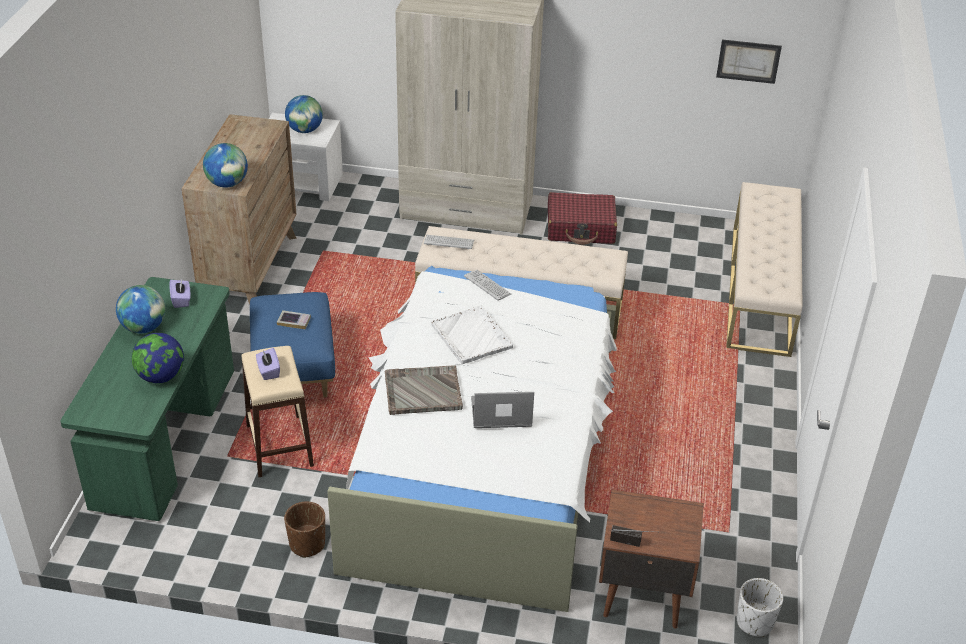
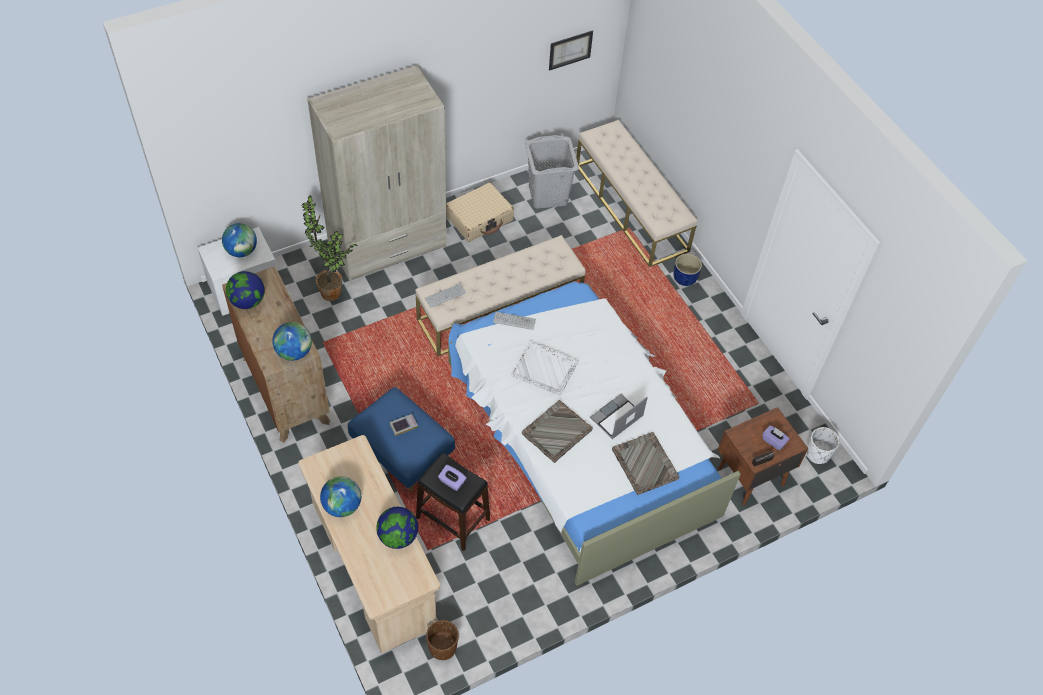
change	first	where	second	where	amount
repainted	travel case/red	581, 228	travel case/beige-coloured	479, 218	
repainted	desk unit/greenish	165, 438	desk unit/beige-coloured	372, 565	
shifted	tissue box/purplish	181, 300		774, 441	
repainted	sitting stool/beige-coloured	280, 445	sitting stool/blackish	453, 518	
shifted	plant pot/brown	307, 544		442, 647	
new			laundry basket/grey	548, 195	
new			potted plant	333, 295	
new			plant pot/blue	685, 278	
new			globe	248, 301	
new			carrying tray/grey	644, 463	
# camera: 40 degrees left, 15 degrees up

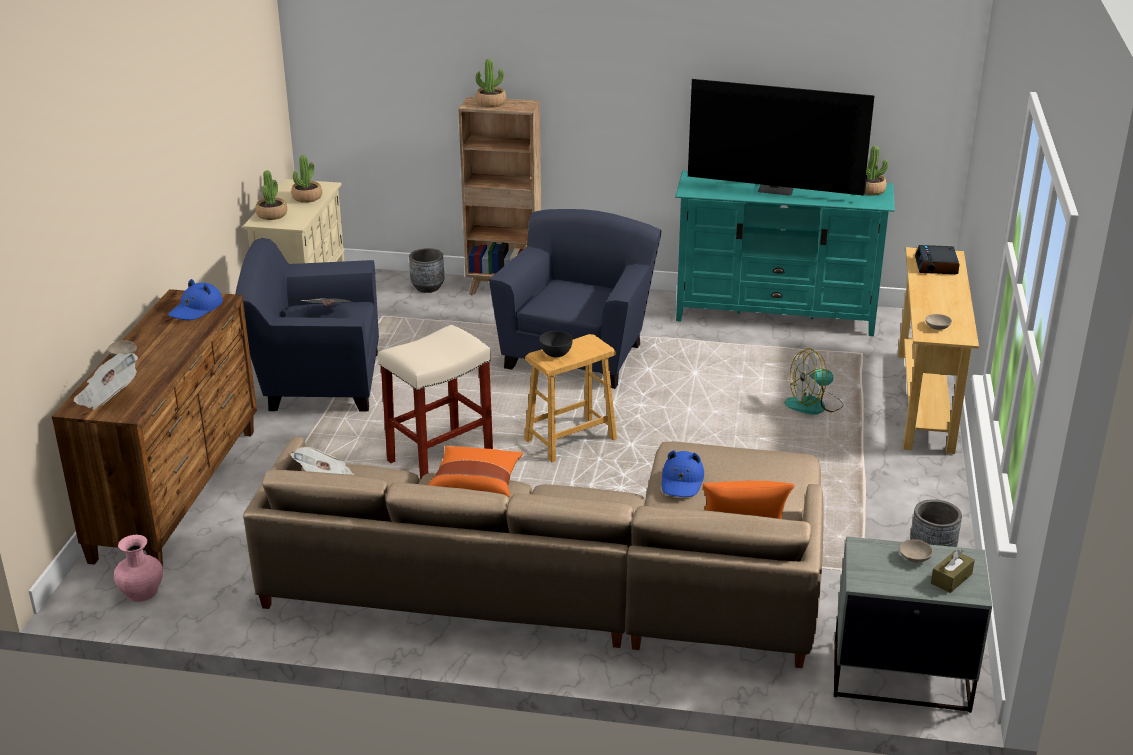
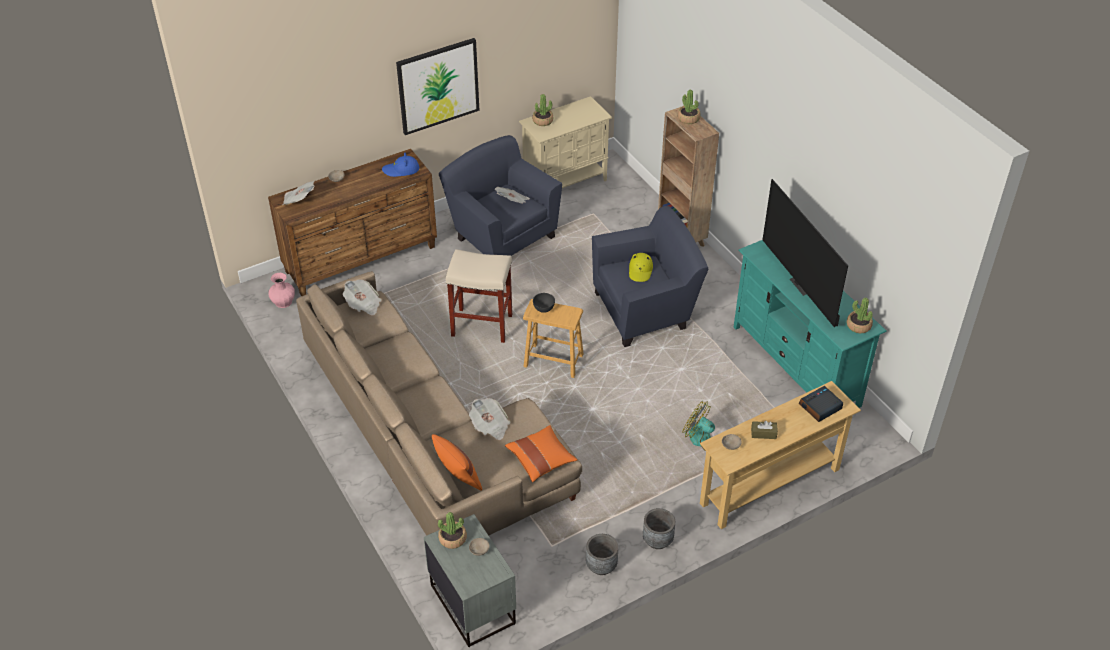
change	first	where	second	where	amount
shifted	potted plant	307, 197		452, 538	
shifted	plant pot/grey	428, 287		658, 540	
shifted	cushion/orangey	476, 485		541, 460	
swapped	hat/blue	682, 481	daily paper	490, 426	
shifted	tissue box/brown	951, 579		763, 433	
new			wall art	438, 86	
new			hat/yellow	640, 270	
# camera: 50 degrees right, 15 degrees up

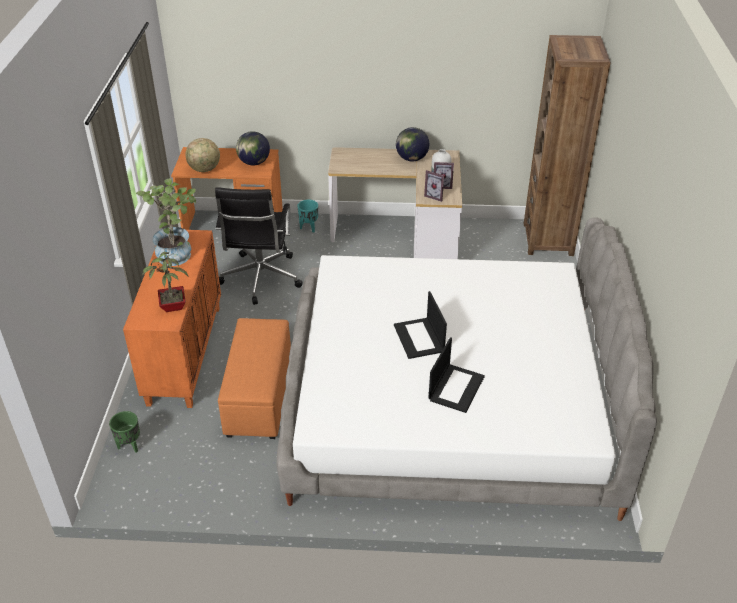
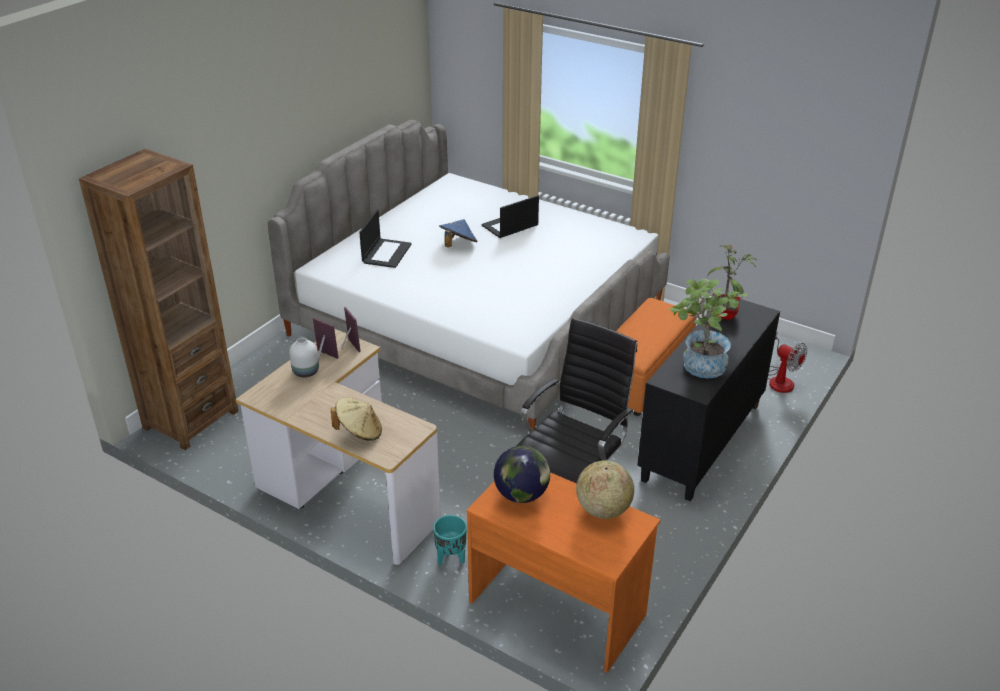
change	first	where	second	where	amount
gone	globe	411, 159			
repainted	cupboard/orangey	184, 353	cupboard/blackish	702, 443	
shifted	portable computer	419, 338		386, 253	
swapped	plant pot/greenish	130, 446	electric fan	780, 379	
new			hat/blue	458, 245	
new			hat/beige-coloured	359, 432	
# camera: 150 degrees left, 5 degrees down

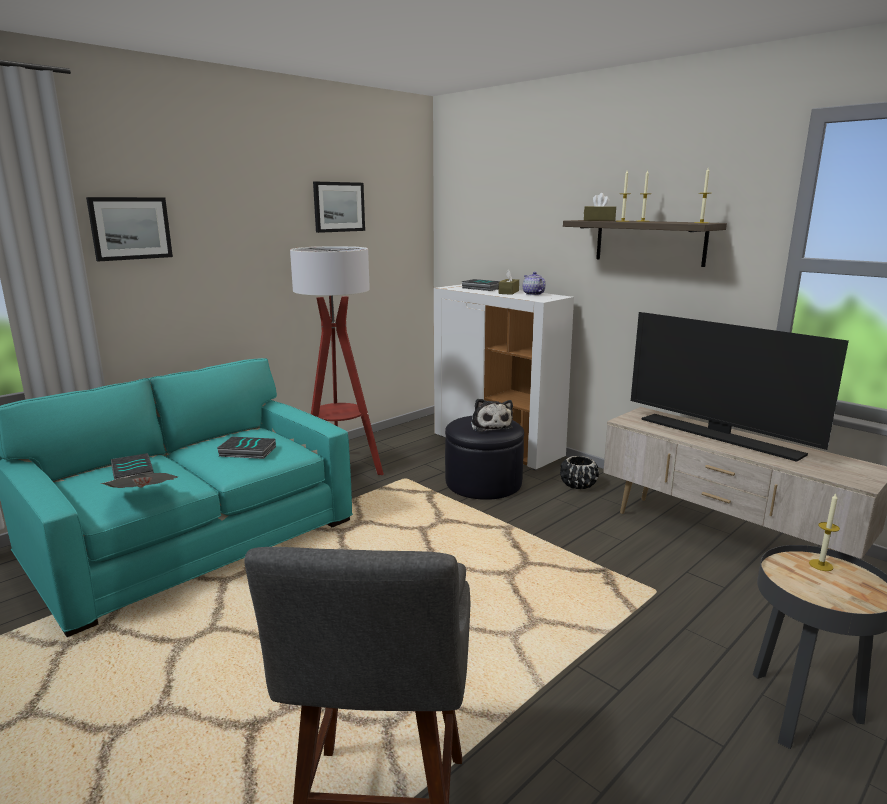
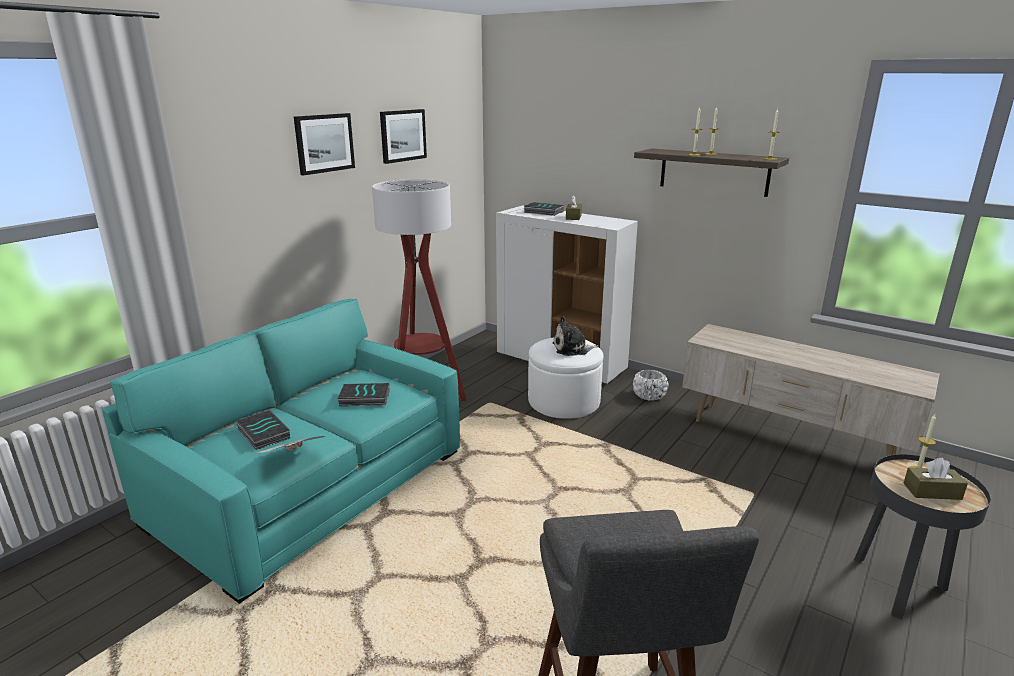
change	first	where	second	where	amount
shifted	tissue box/brown	599, 220		932, 491	
shifted	wall art	130, 228		324, 143	
gone	teapot	533, 294			
gone	TV	719, 436			
rotated	soft toy	490, 425		572, 349	105 degrees clockwise
repainted	pouffe/blackish	483, 483	pouffe/whitish	564, 401	
repainted	plant pot/blackish	578, 485	plant pot/whitish	649, 396	
# camera: 10 degrees left, 5 degrees up

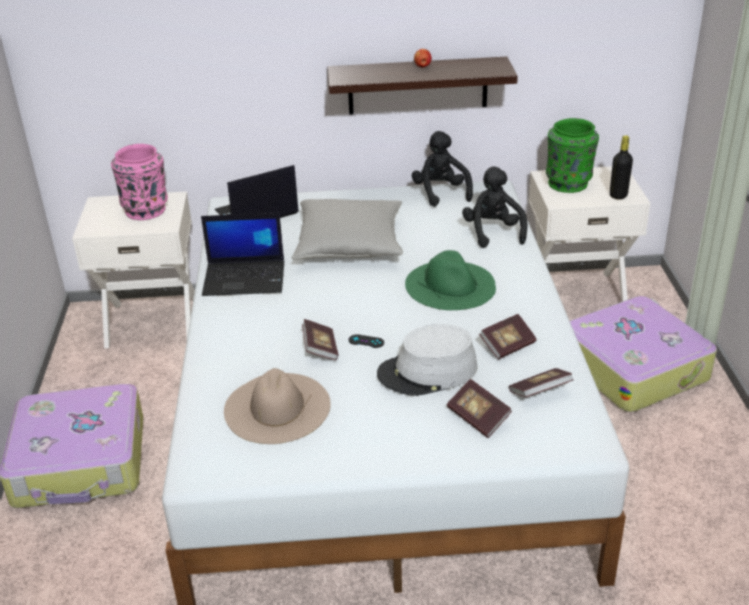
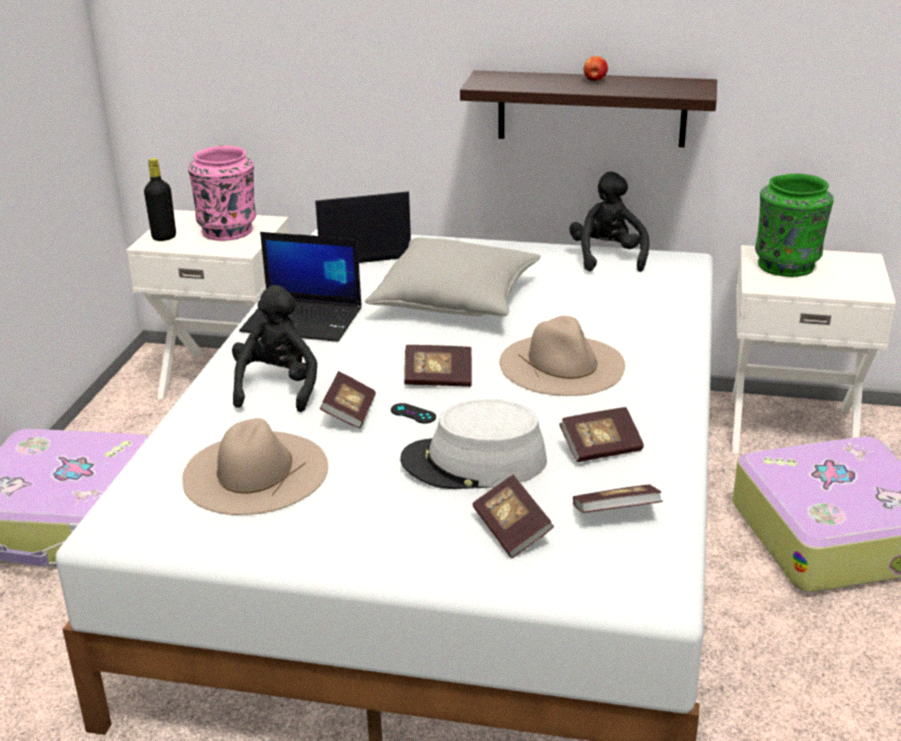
change	first	where	second	where	amount
shifted	drink bottle/blackish	618, 195		164, 237	
shifted	soft toy/blackish	493, 232		277, 388	
repainted	hat/greenish	450, 285	hat/beige-coloured	562, 364	
new			bound book	438, 379	
# camera: 15 degrees right, 5 degrees down

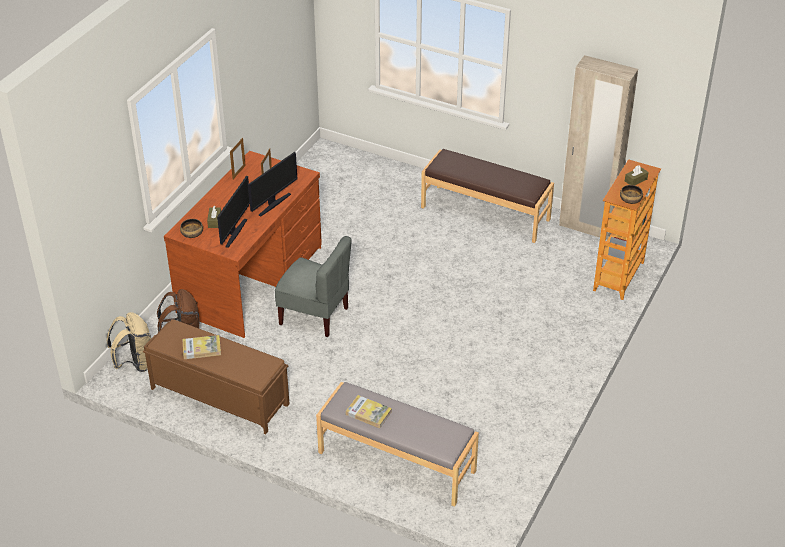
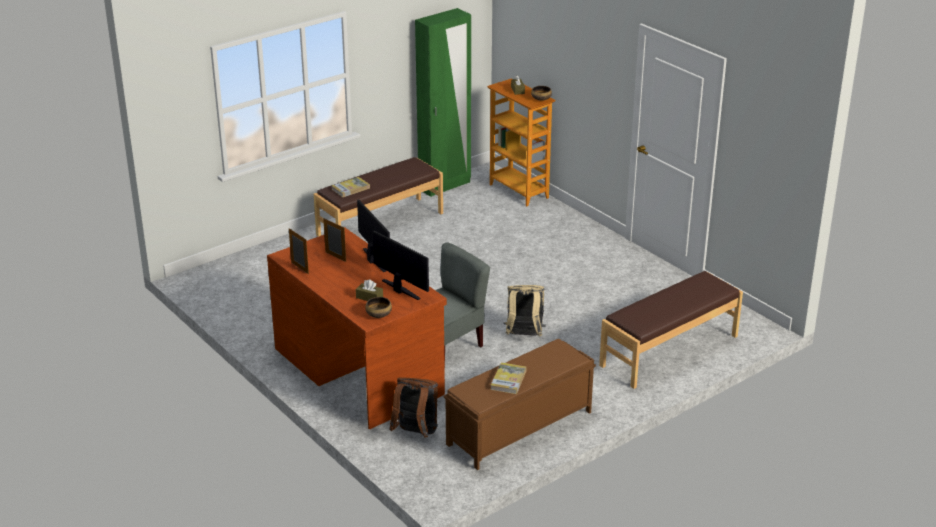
change	first	where	second	where	amount
repainted	armoire/beige-coloured	587, 227	armoire/greenish	445, 186	
shifted	backpack/beige-coloured	135, 363		524, 336	
repainted	indoor bench/grey	396, 462	indoor bench/brown	670, 351	
shifted	bound book	368, 413		350, 188	
# camera: 65 degrees left, 10 degrees down

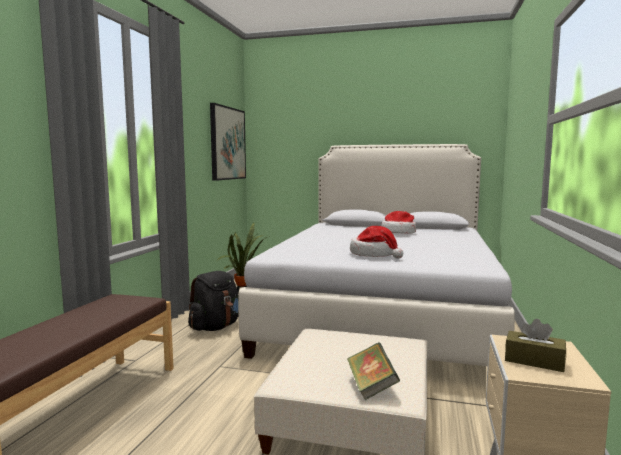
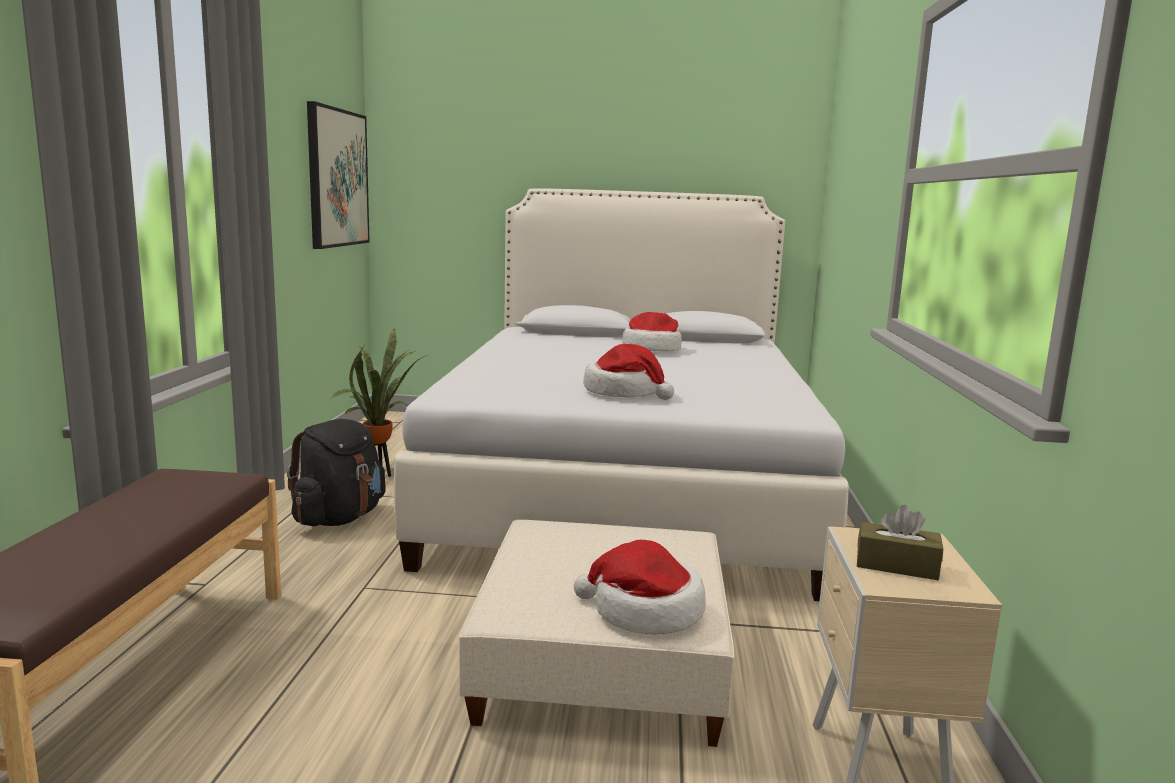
change	first	where	second	where	amount
swapped	bound book	371, 386	hat	644, 611	
# camera: 10 degrees left, 5 degrees up

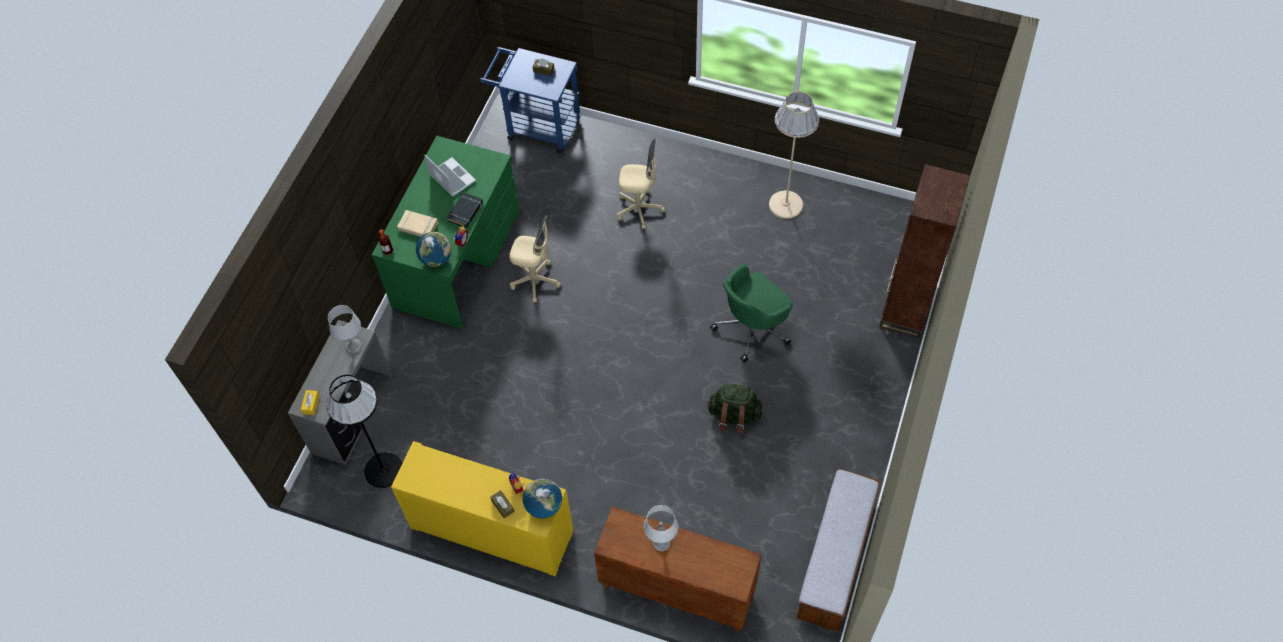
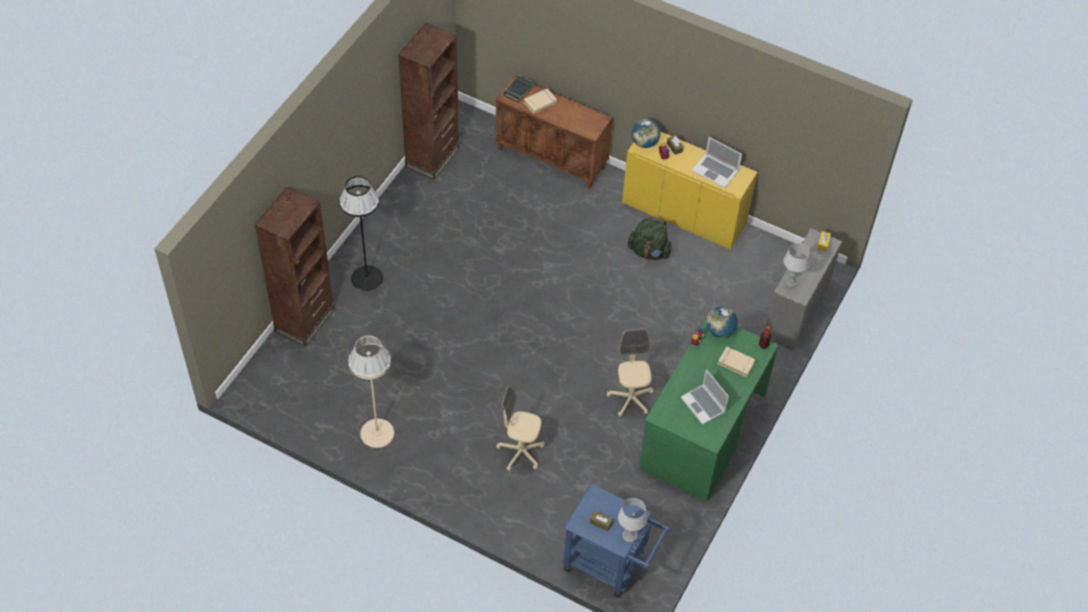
change	first	where	second	where	amount
shifted	bound book/blackish	465, 212		518, 90	
rotated	office chair/beige-coloured	535, 281		630, 399	60 degrees clockwise
gone	office chair/greenish	752, 328			
shifted	standard lamp/blackish	384, 470		366, 278	
shifted	backpack/greenish	734, 416		649, 251	
swapped	indoor bench	835, 559	bookcase/brown	432, 157	
shifted	lamp for a table/grey	661, 542		629, 535	
new			bound book/beige-coloured	540, 103	
new			portable computer	715, 170	
# camera: 175 degrees left, 5 degrees down

